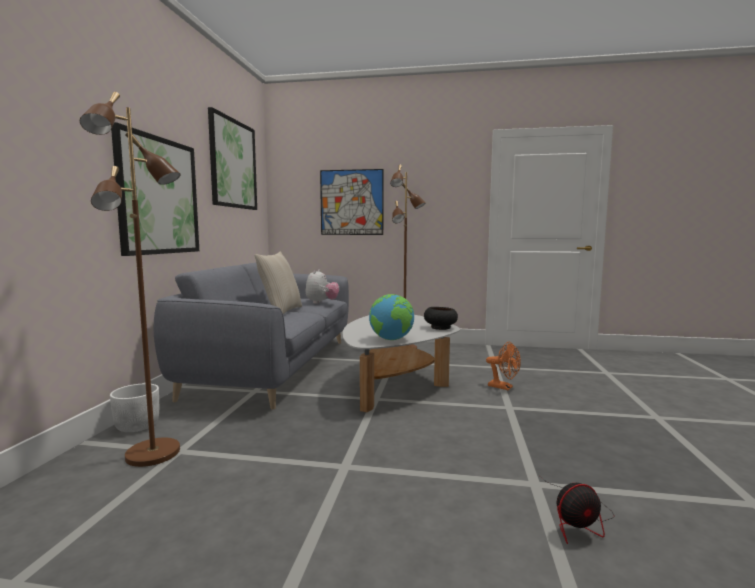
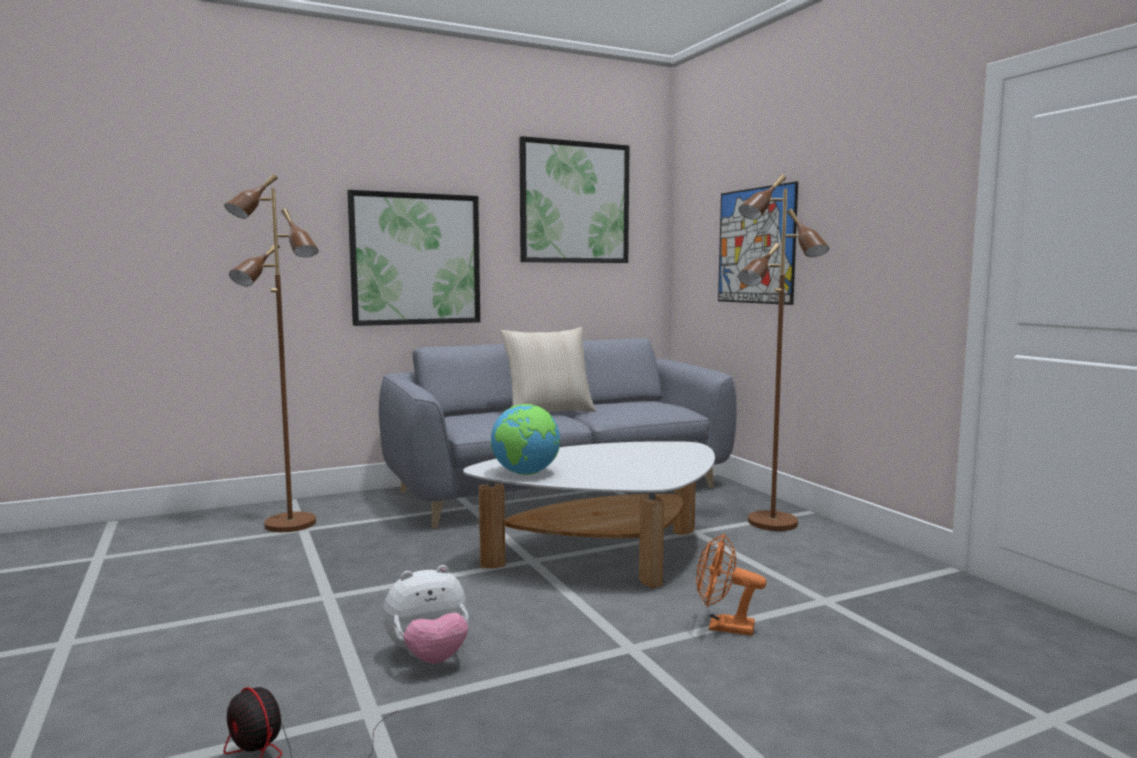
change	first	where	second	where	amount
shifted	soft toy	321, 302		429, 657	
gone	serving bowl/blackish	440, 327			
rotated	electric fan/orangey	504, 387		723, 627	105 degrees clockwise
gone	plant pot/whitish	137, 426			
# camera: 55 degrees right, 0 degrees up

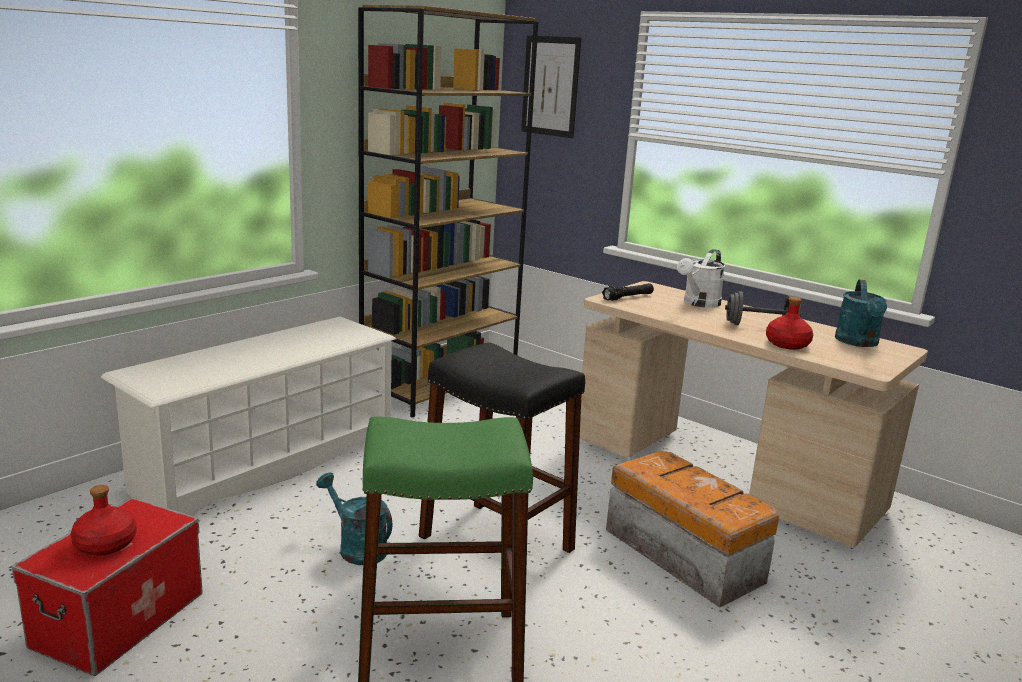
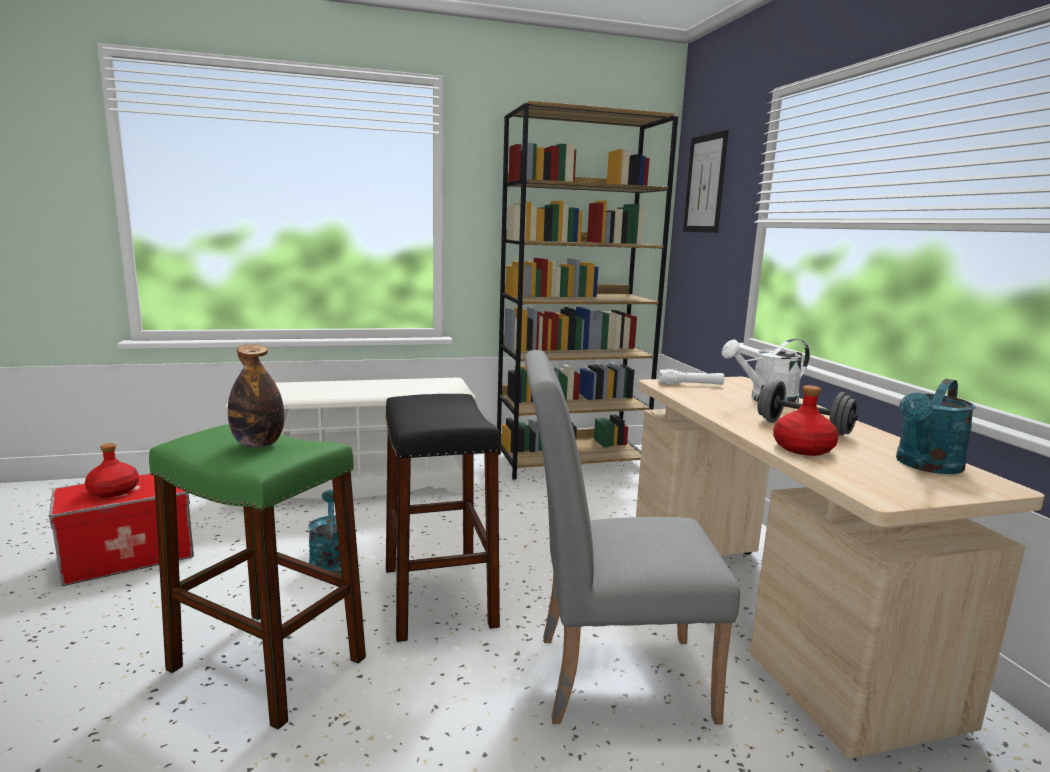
change	first	where	second	where	amount
repainted	flashlight/blackish	628, 297	flashlight/whitish	690, 384	
swapped	storage bin	683, 554	upright chair/grey	608, 675	
new			drink bottle	258, 444	
# camera: 35 degrees right, 5 degrees down

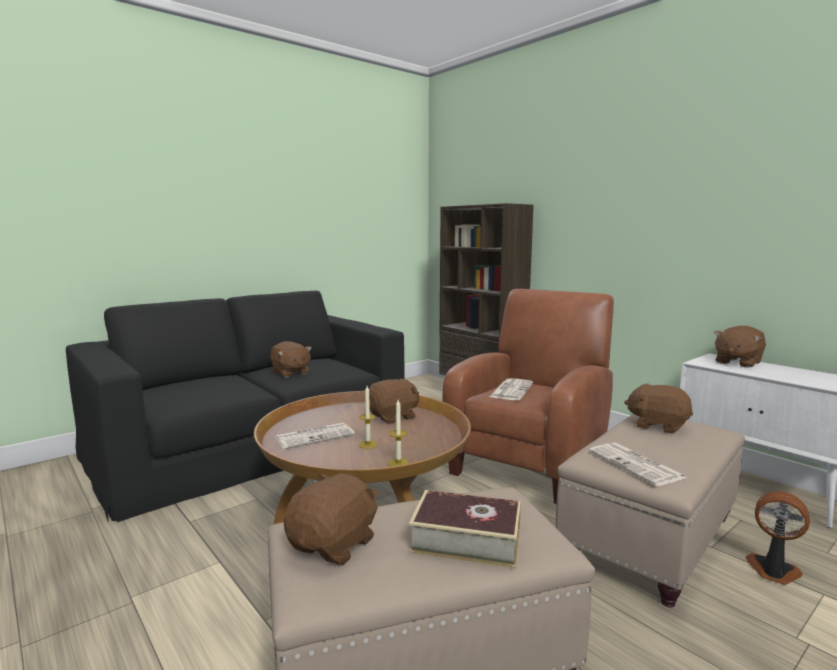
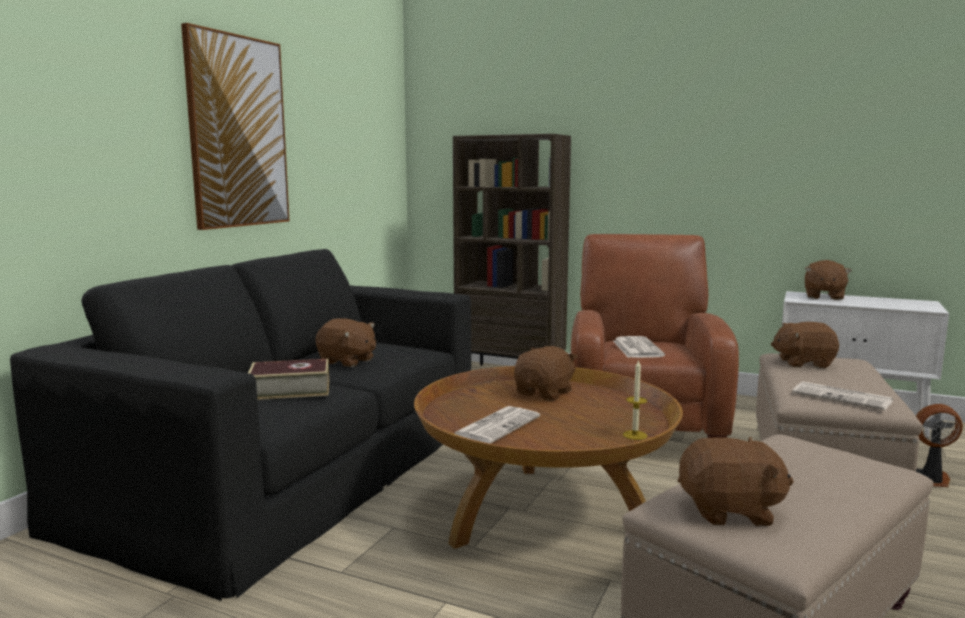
change	first	where	second	where	amount
gone	wax light	368, 444			
rotated	soft toy/brown	334, 545		730, 511	90 degrees clockwise
shifted	bound book	466, 540		290, 389	
new			wall art	237, 132	
# camera: 25 degrees left, 0 degrees up

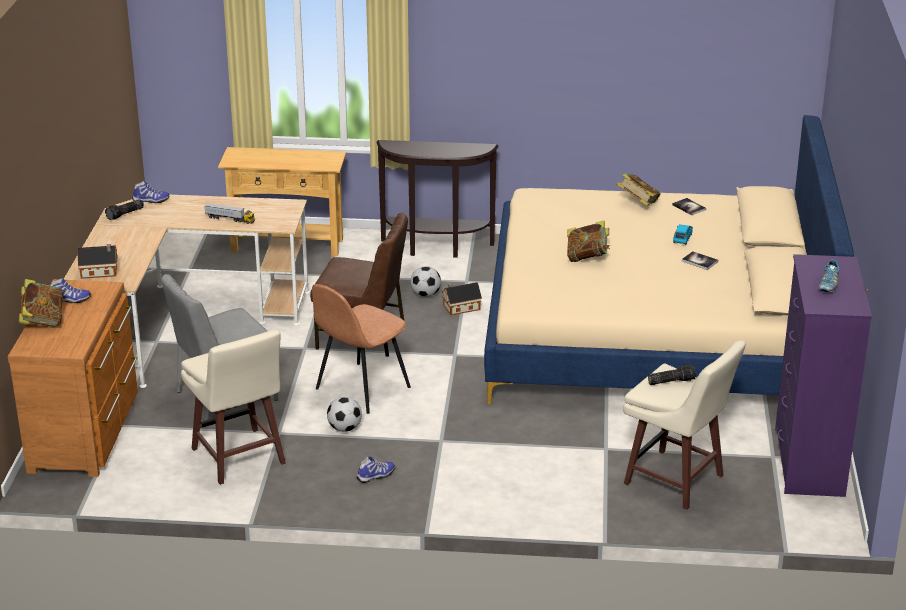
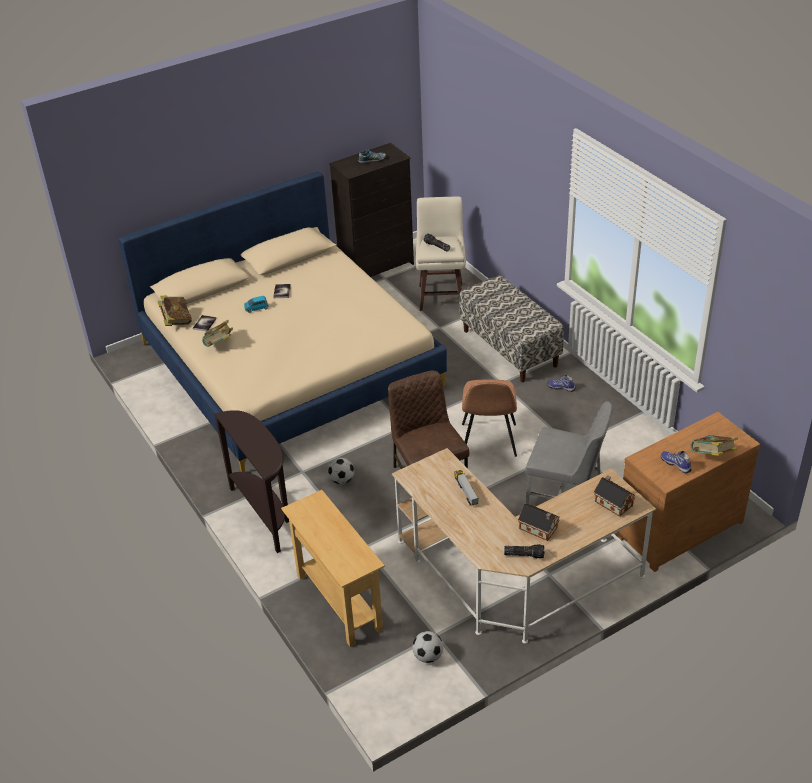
change	first	where	second	where	amount
gone	shoe	151, 201			
shifted	bound book	587, 257		176, 321	
repainted	dresser/purplish	808, 462	dresser/blackish	377, 267	
shifted	miniature house	460, 307		539, 529	
rotated	upright chair/brown	361, 389		488, 441	90 degrees clockwise
gone	sitting stool/beige-coloured	238, 458			
shifted	ball for football	344, 428		428, 656	
new			indoor bench	510, 348	
# camera: 125 degrees left, 10 degrees up

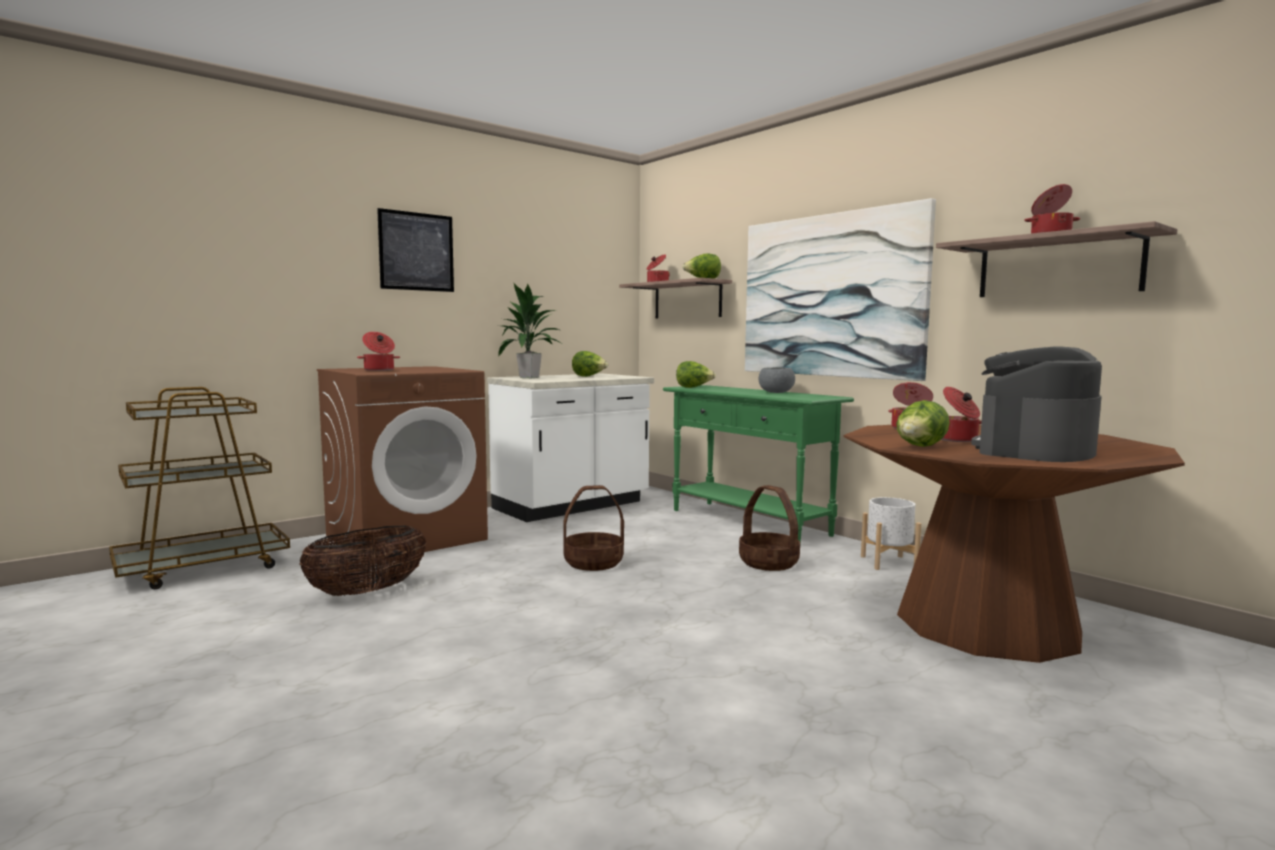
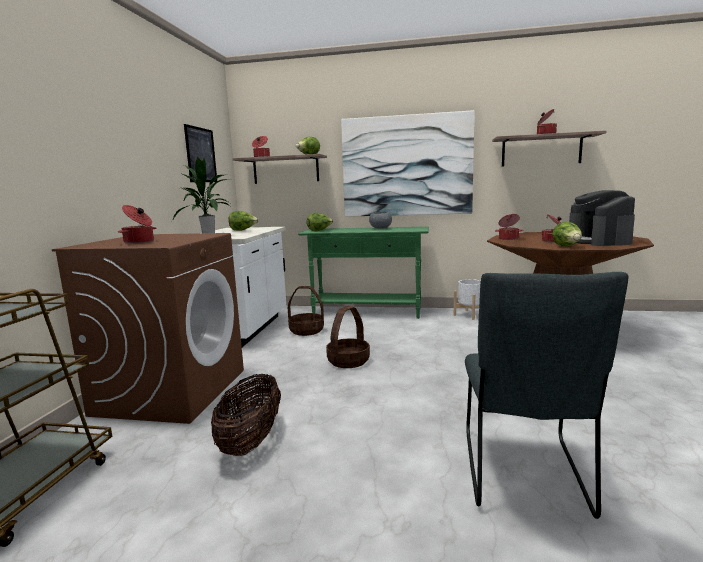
change	first	where	second	where	amount
shifted	wall art	416, 251		201, 155	
shifted	basket	769, 562		307, 330	
new			upright chair/grey	524, 476	
# camera: 40 degrees left, 5 degrees up

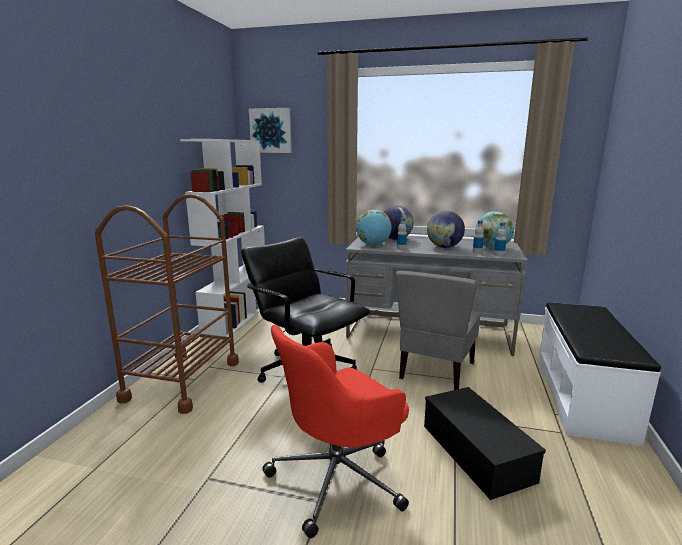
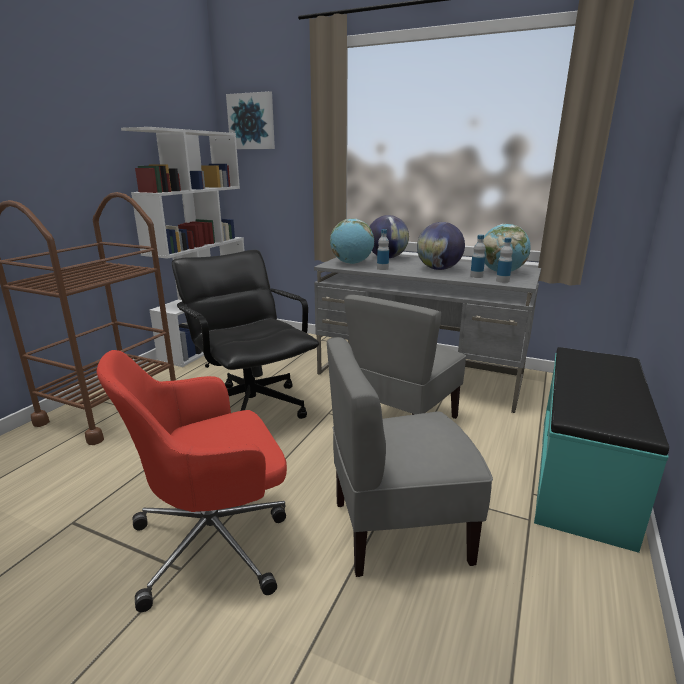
change	first	where	second	where	amount
repainted	indoor bench/whitish	583, 397	indoor bench/blue-green	583, 476	
swapped	storage bin/blackish	474, 451	upright chair/grey	399, 530	
# camera: 10 degrees right, 5 degrees up

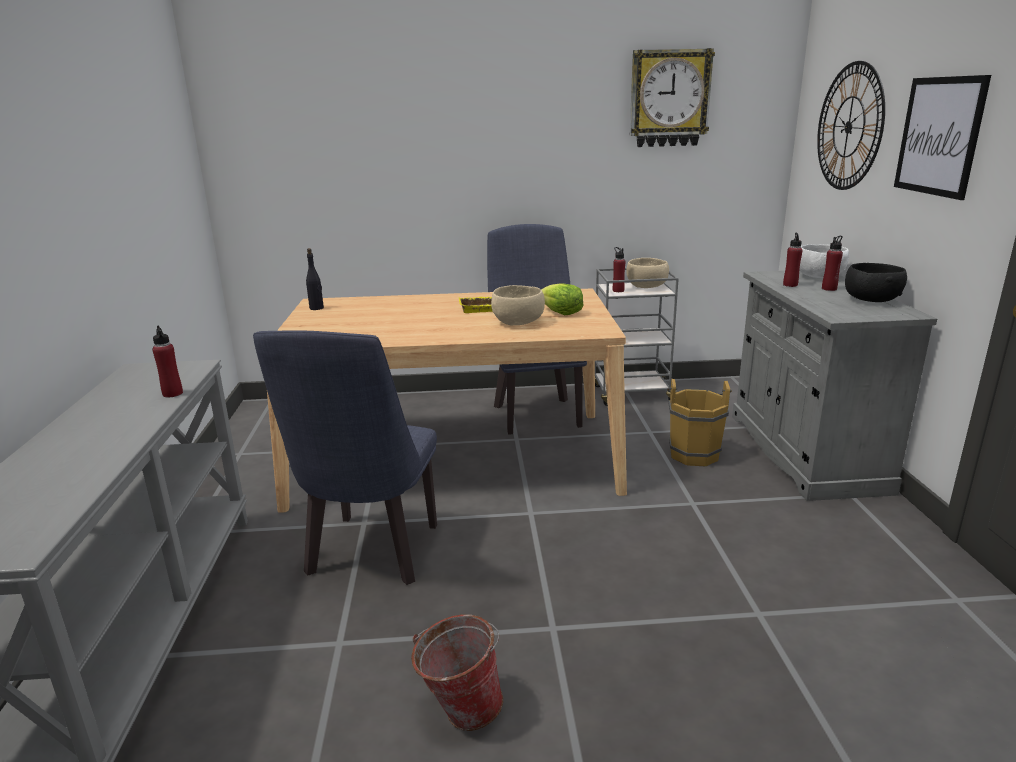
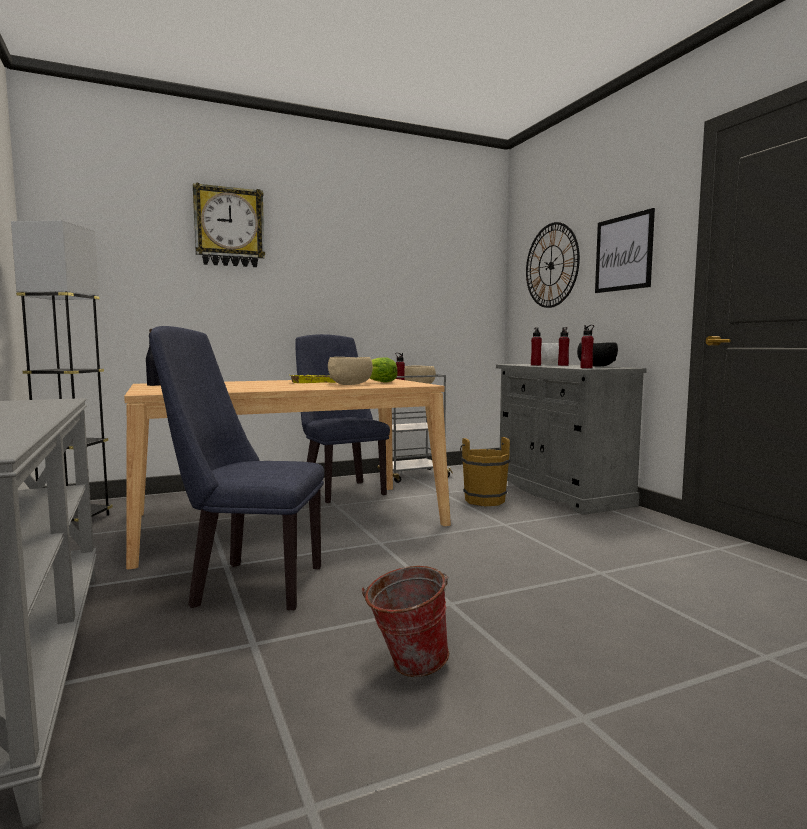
change	first	where	second	where	amount
shifted	wall clock	669, 99		229, 227	
shifted	drink bottle/red	172, 393		586, 368	
rotated	upright chair/blue	370, 556		247, 585	105 degrees clockwise
new			standard lamp/grey	75, 521	
# camera: 20 degrees left, 15 degrees down

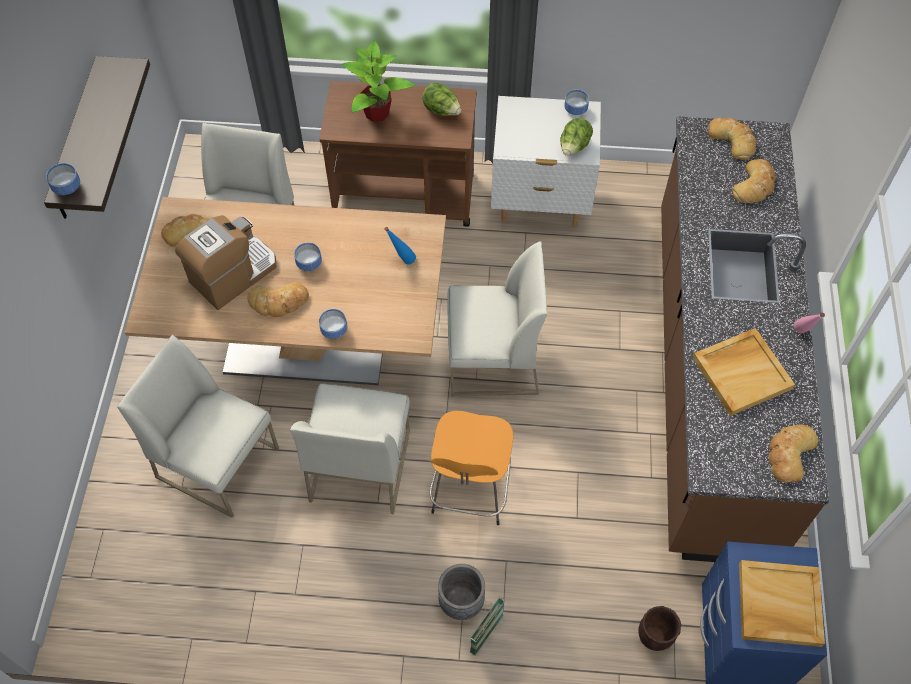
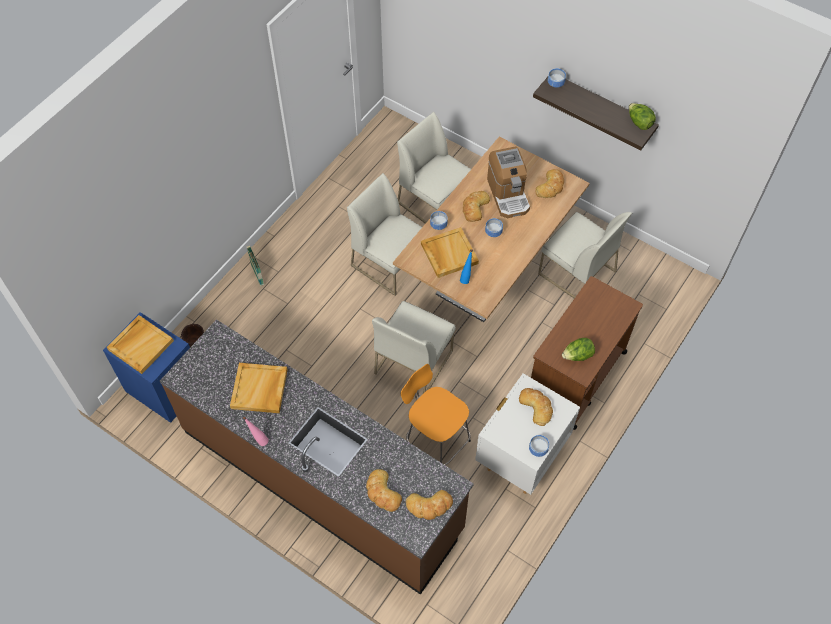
change	first	where	second	where	amount
gone	potted plant	377, 114			
shifted	lettuce	574, 147		639, 123	
rotated	upright chair/whitish	219, 462		435, 202	105 degrees counterclockwise
shifted	sitting stool/orangey	470, 491		436, 441	
shifted	bread	789, 454		536, 407	
gone	plant pot/grey	461, 601			
new			carrying tray/beige-coloured	448, 253	
# camera: 120 degrees right, 0 degrees up

